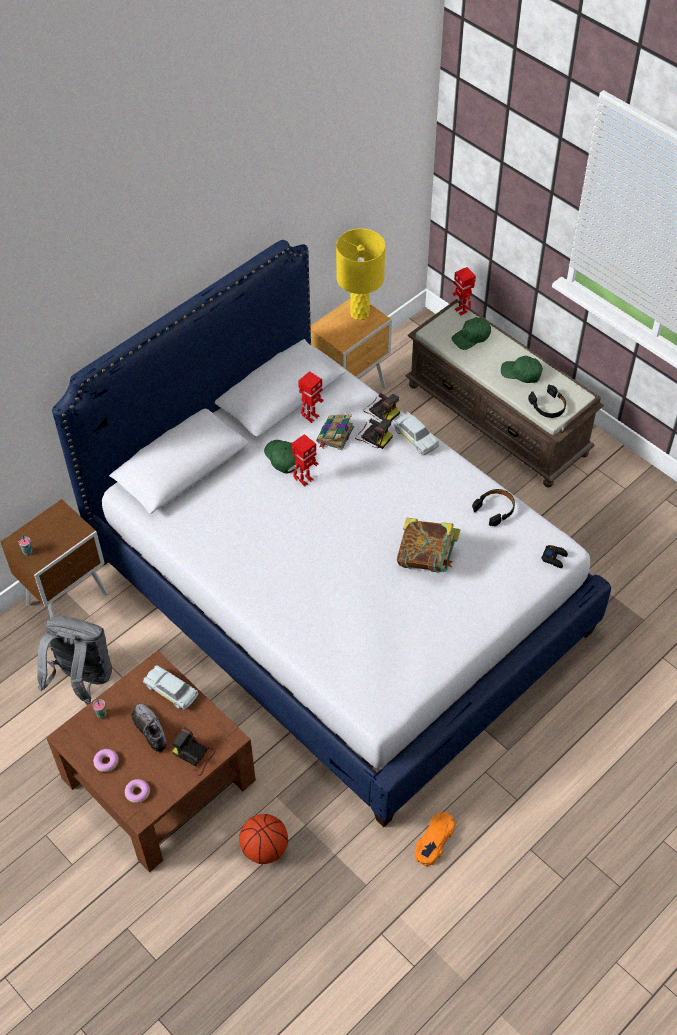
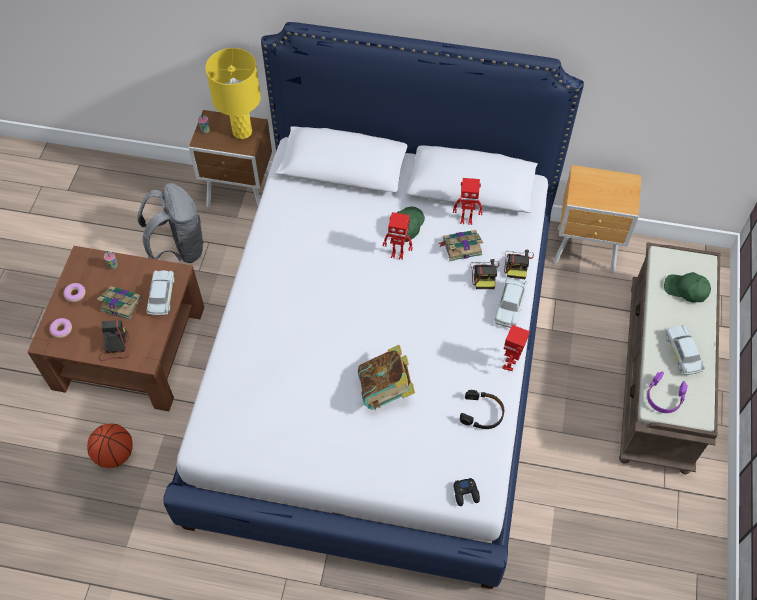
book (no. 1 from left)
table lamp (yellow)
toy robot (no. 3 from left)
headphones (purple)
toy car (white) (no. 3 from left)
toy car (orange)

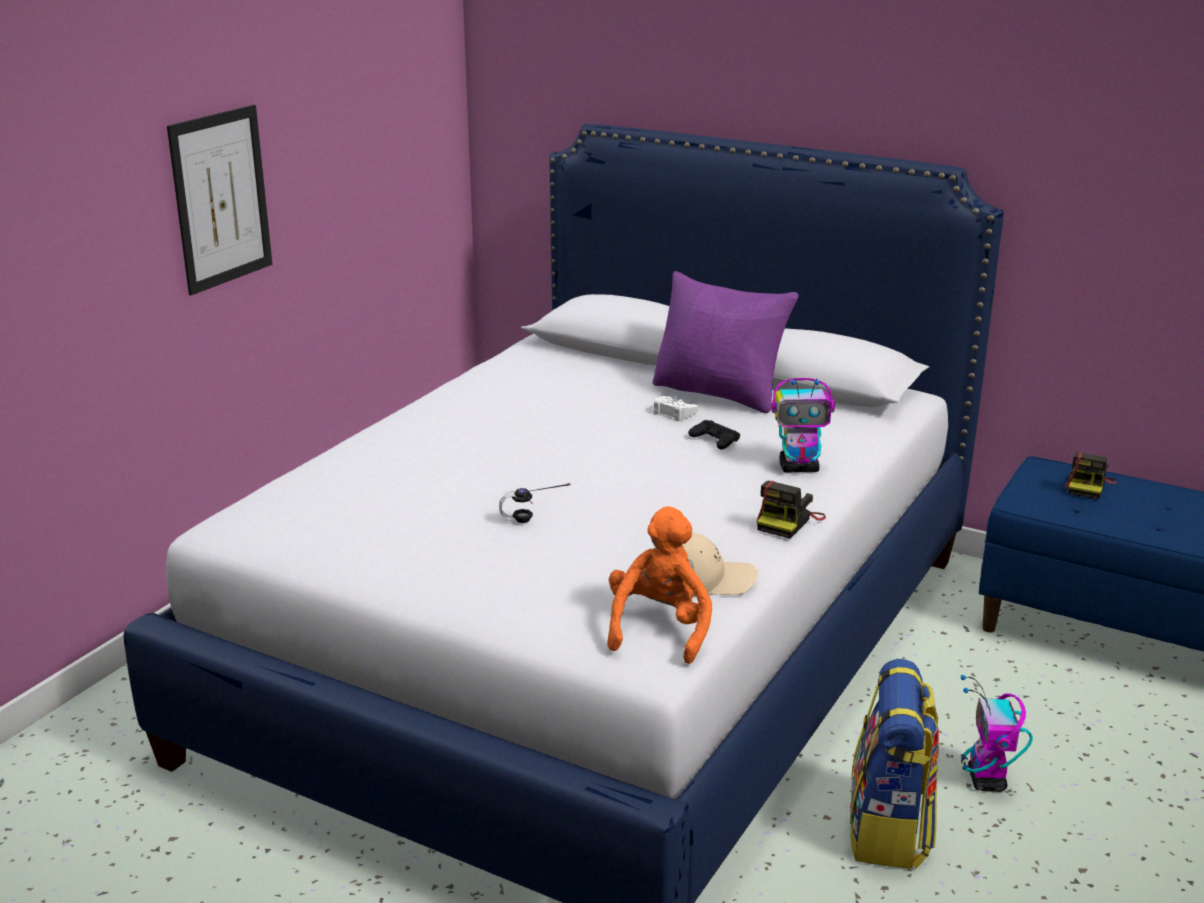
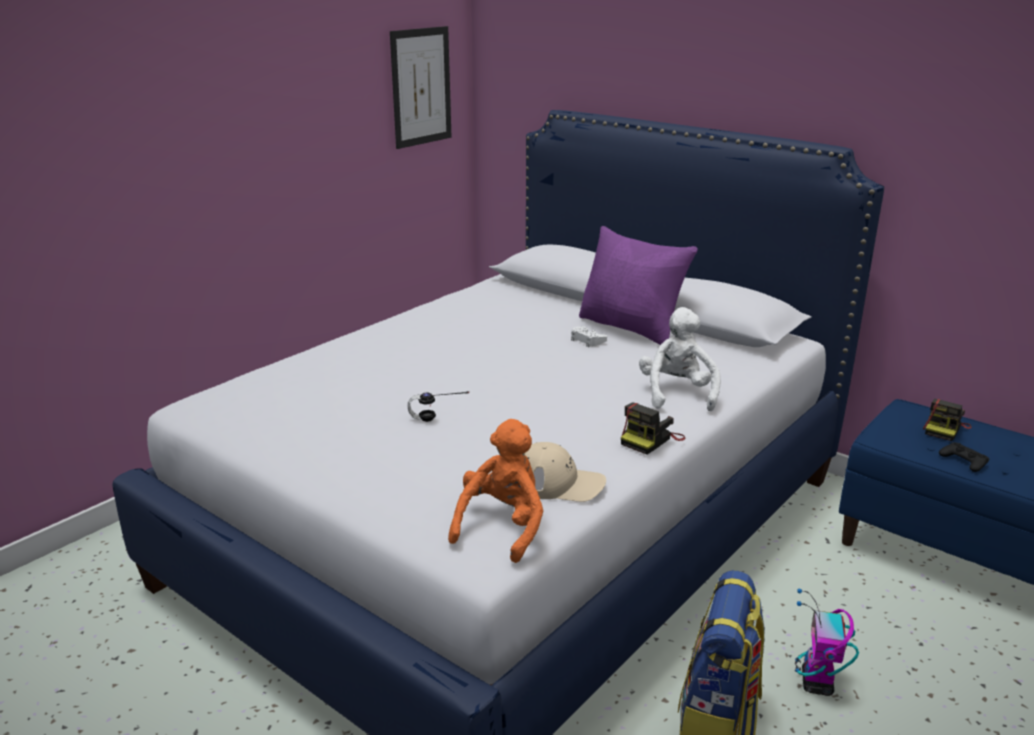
picture
plush toy (white)
game controller (black)

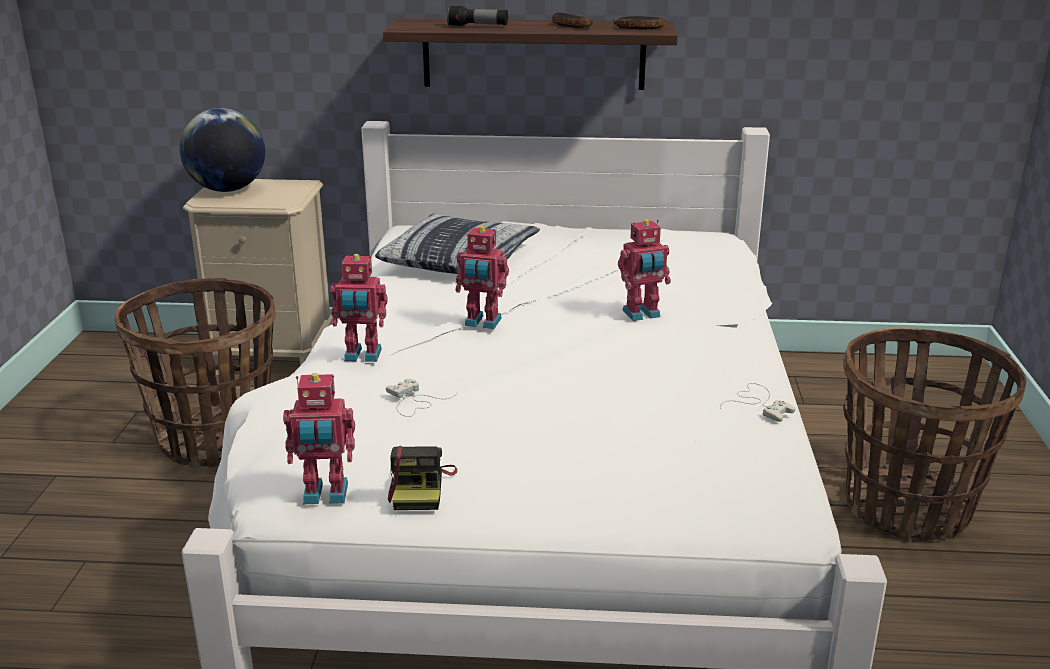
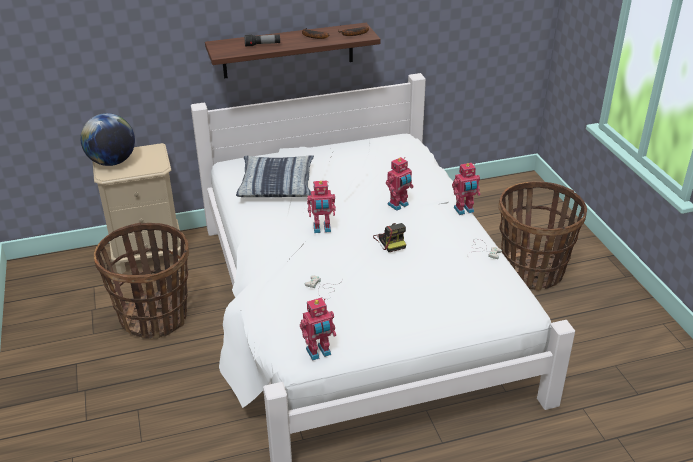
photo camera
toy robot (no. 4 from left)

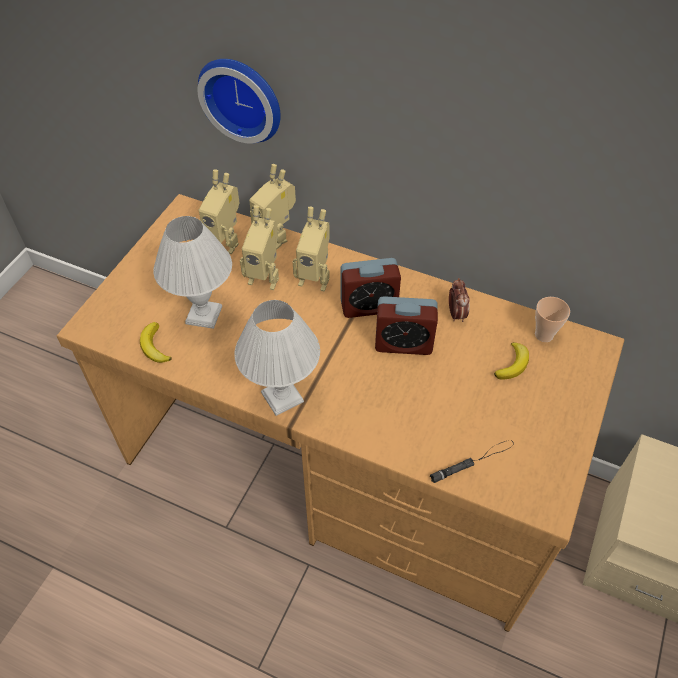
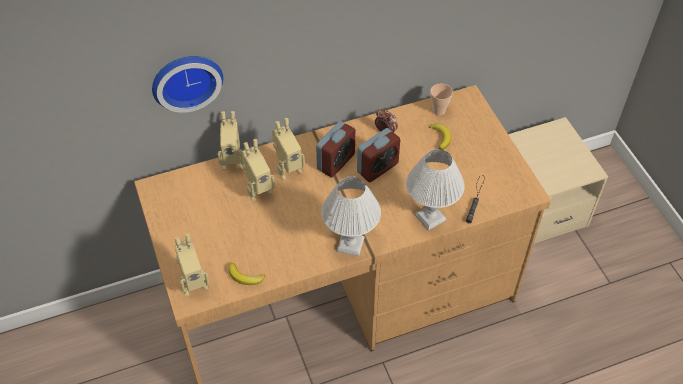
toy robot (no. 1 from left)
table lamp (white) (no. 2 from left)

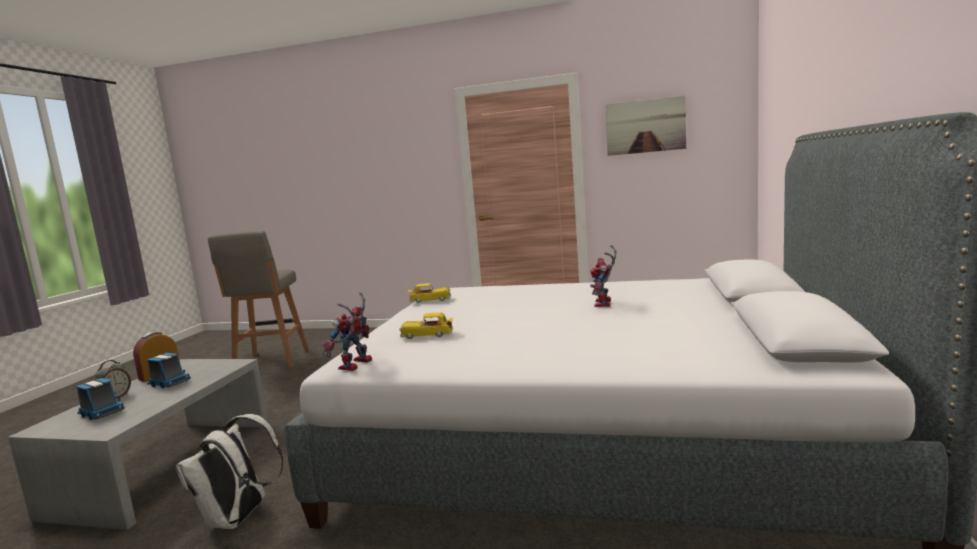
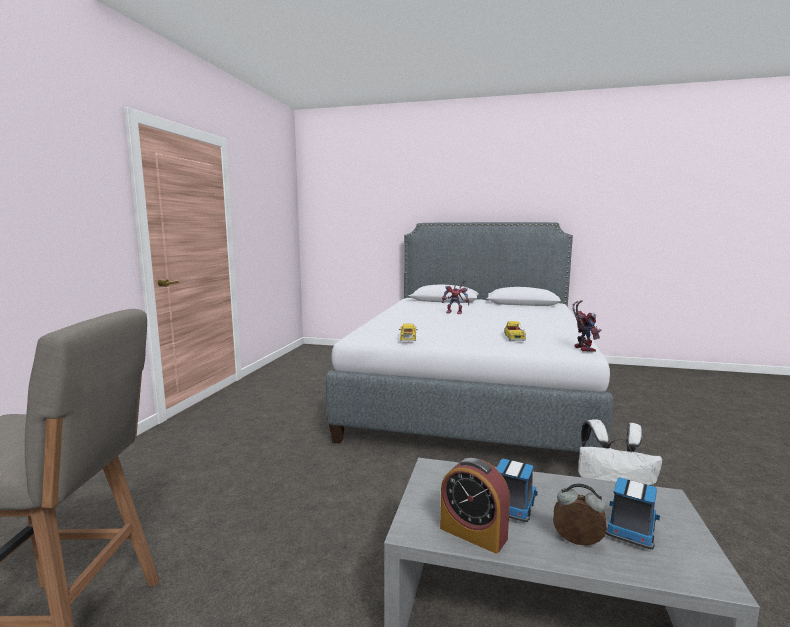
toy robot (no. 2 from left)
picture

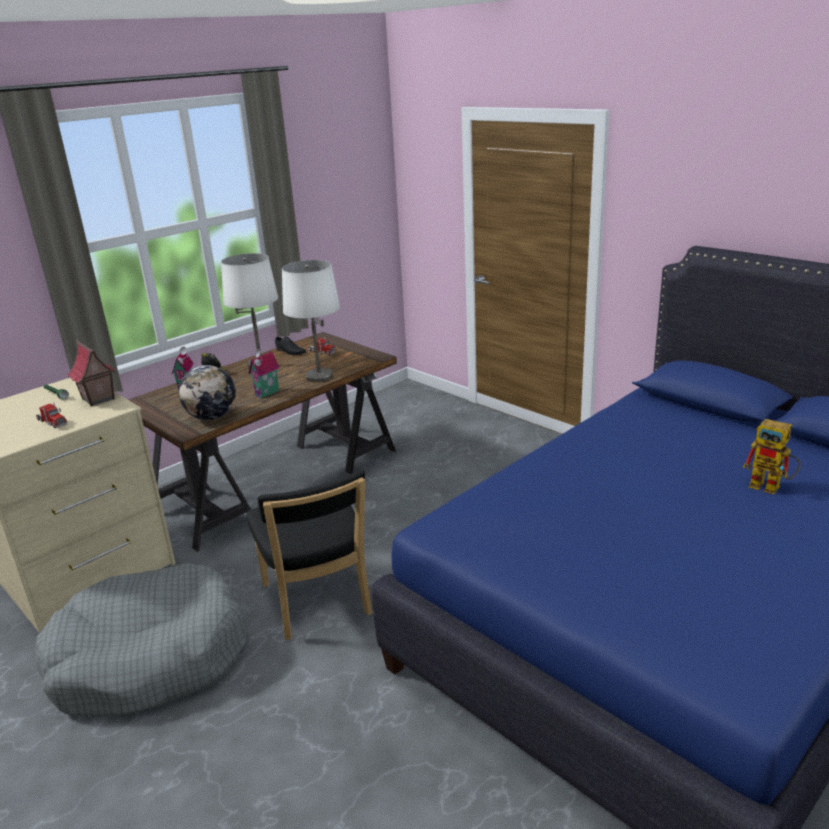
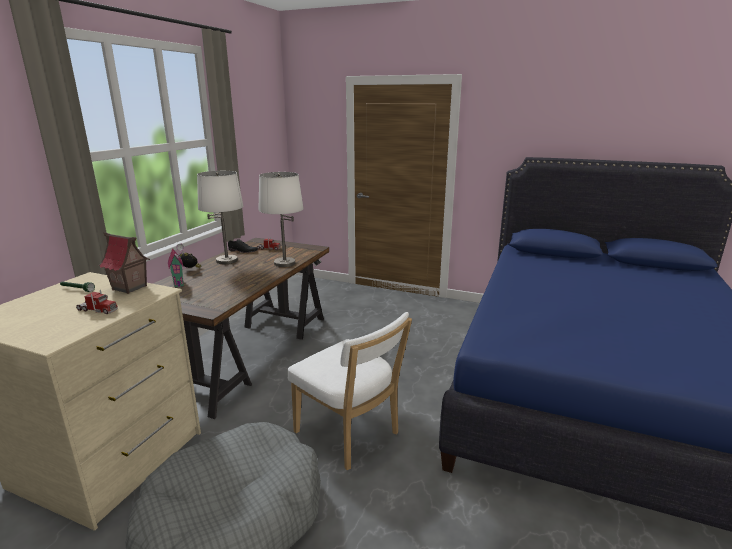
chair (white)
globe
toy house (no. 3 from left in the first image)
toy robot

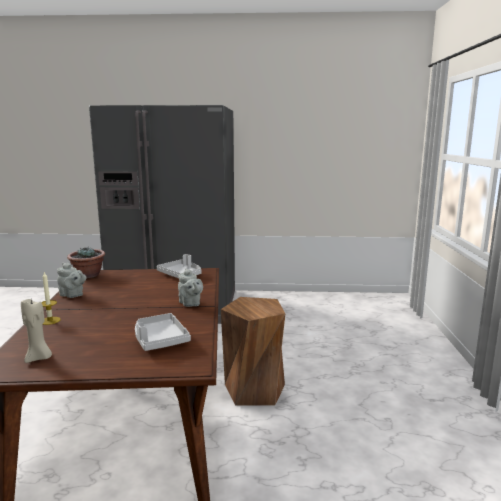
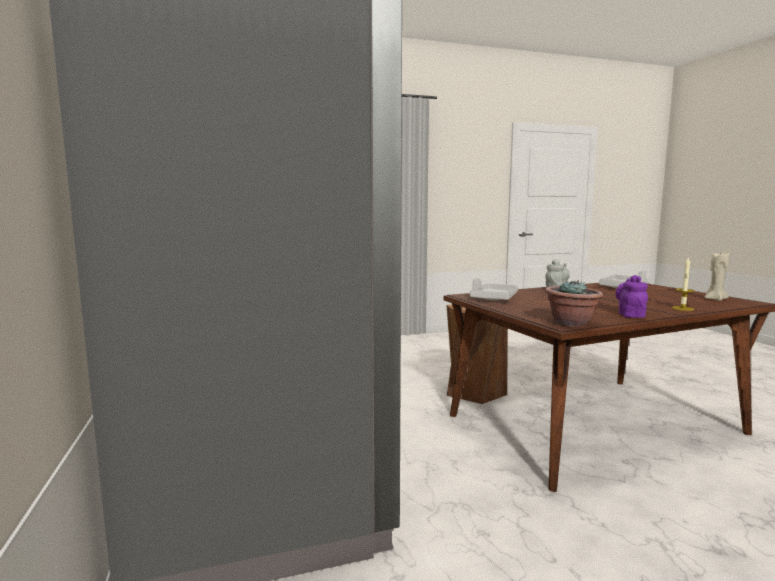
teapot (purple)

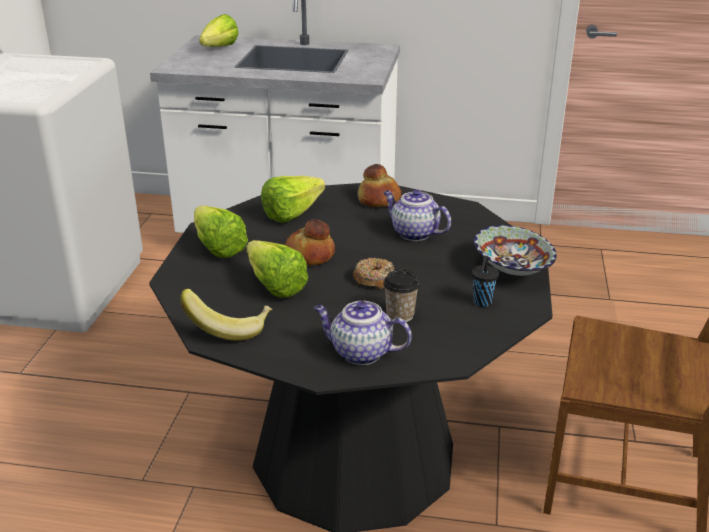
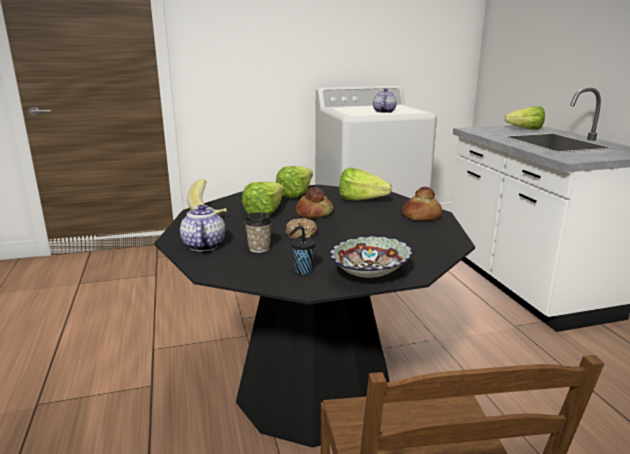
teapot (no. 2 from left)

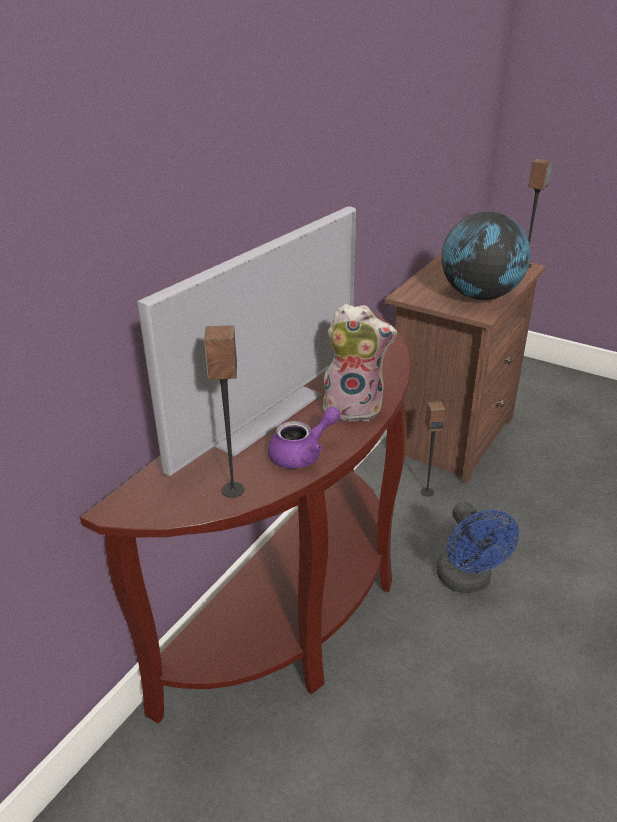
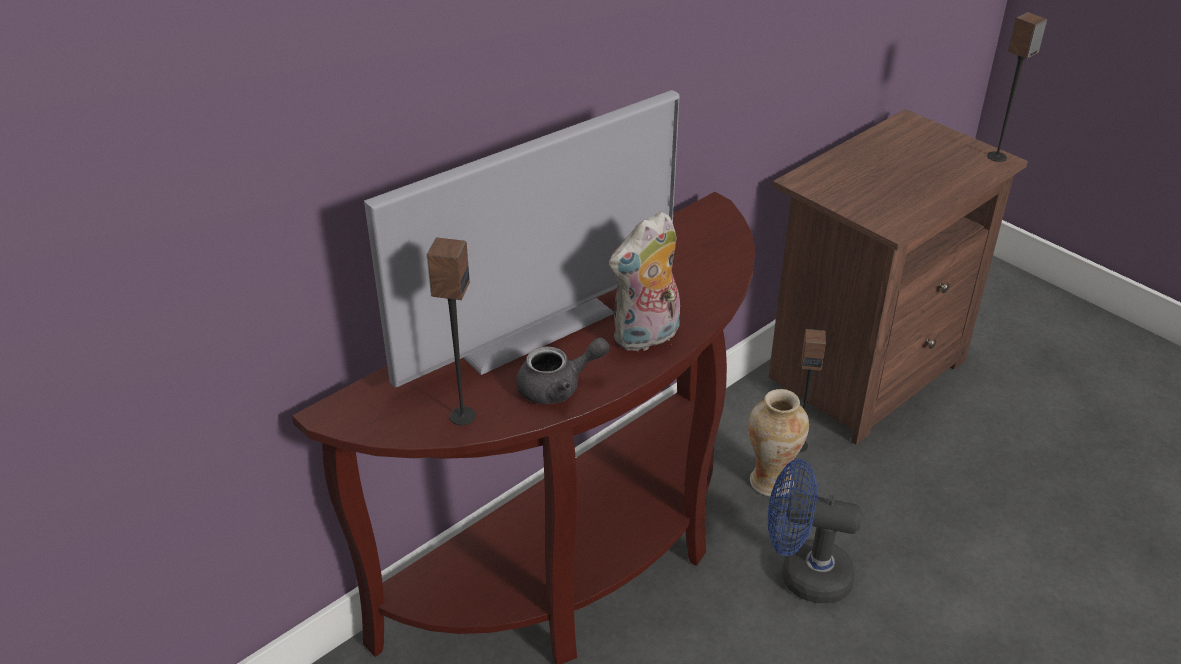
teapot (grey)
plush toy
vase
fan (blue)
globe

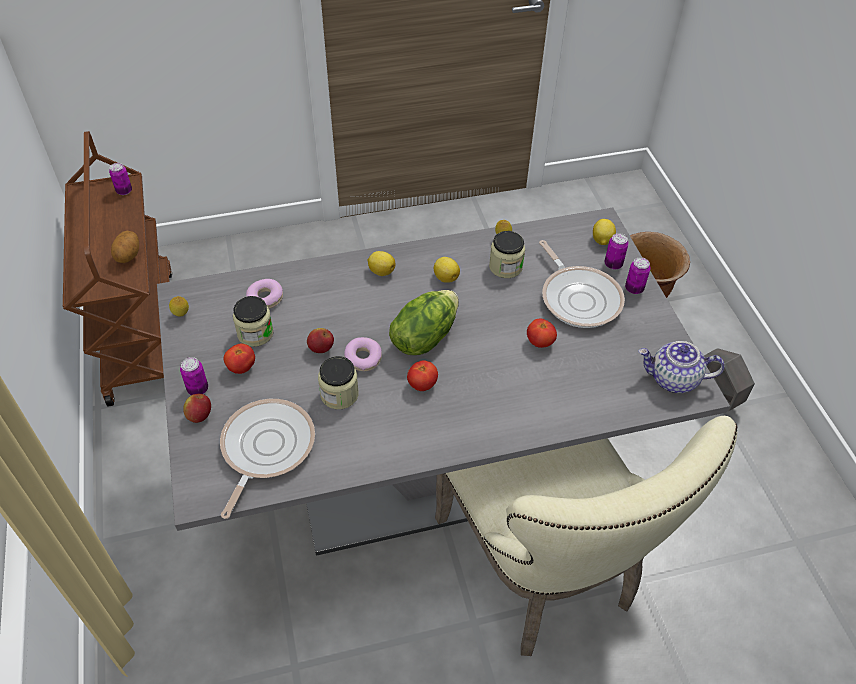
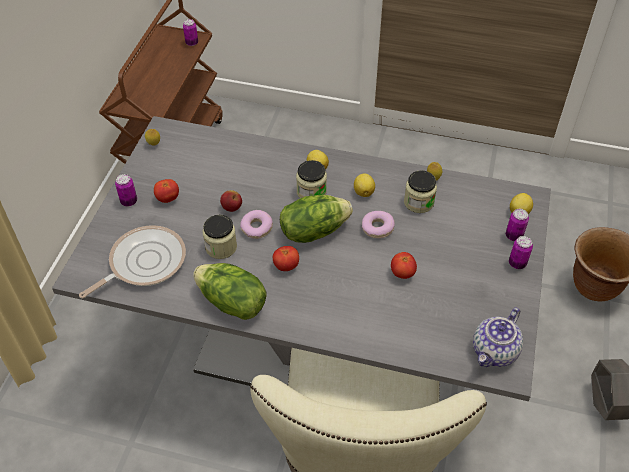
lettuce (no. 1 from left)
jar (no. 2 from left)
donut (no. 2 from left)
teapot
potato
apple (no. 1 from left in the first image)
frying pan (no. 2 from left in the first image)

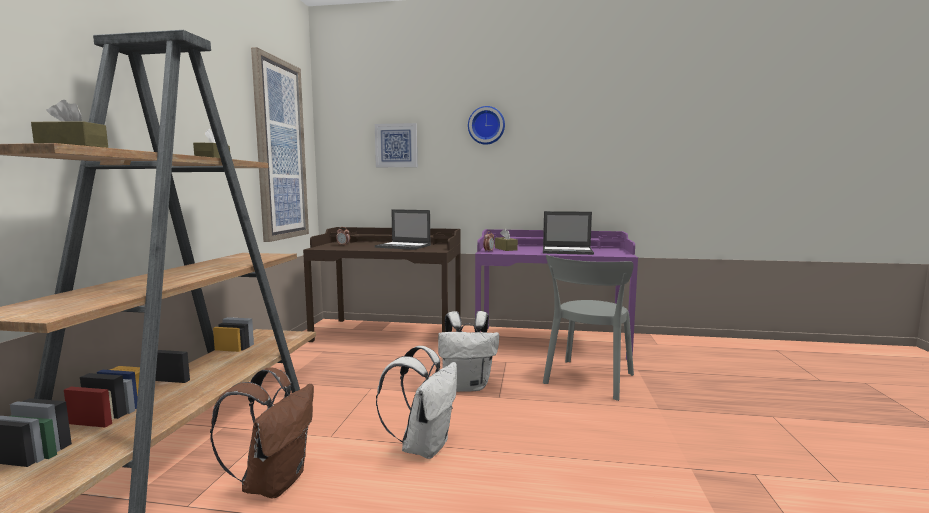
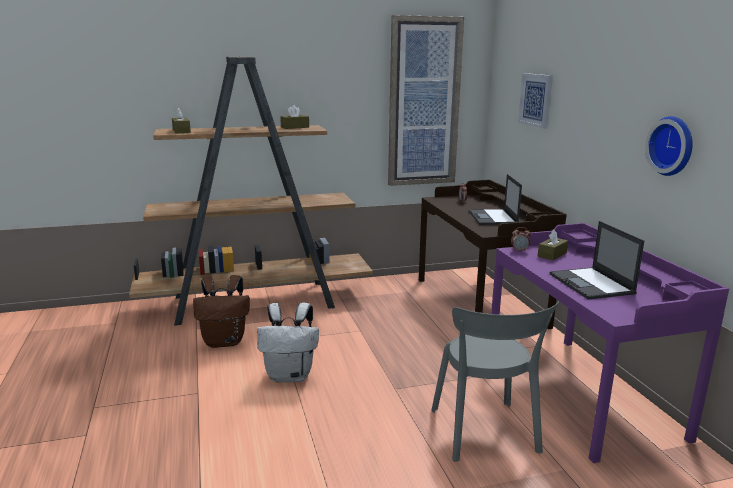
chair (grey)
wall clock
backpack (white) (no. 2 from left in the first image)

